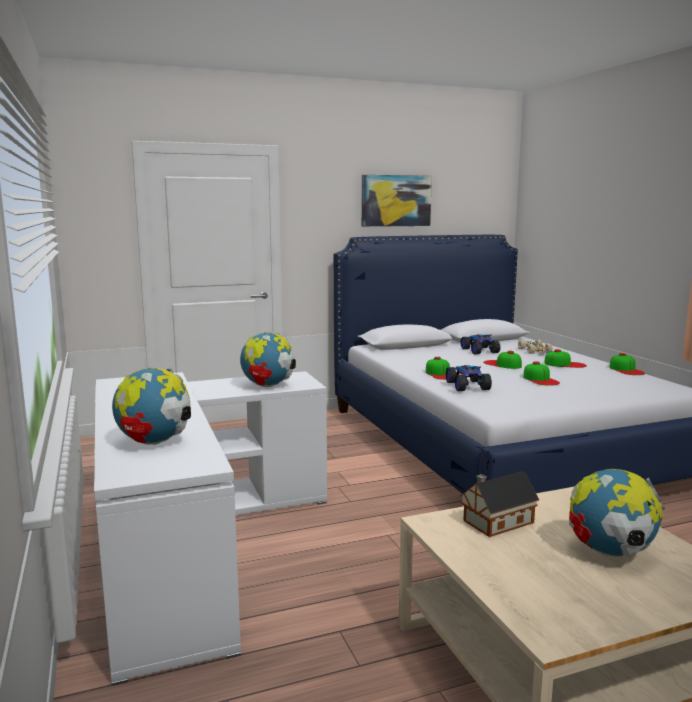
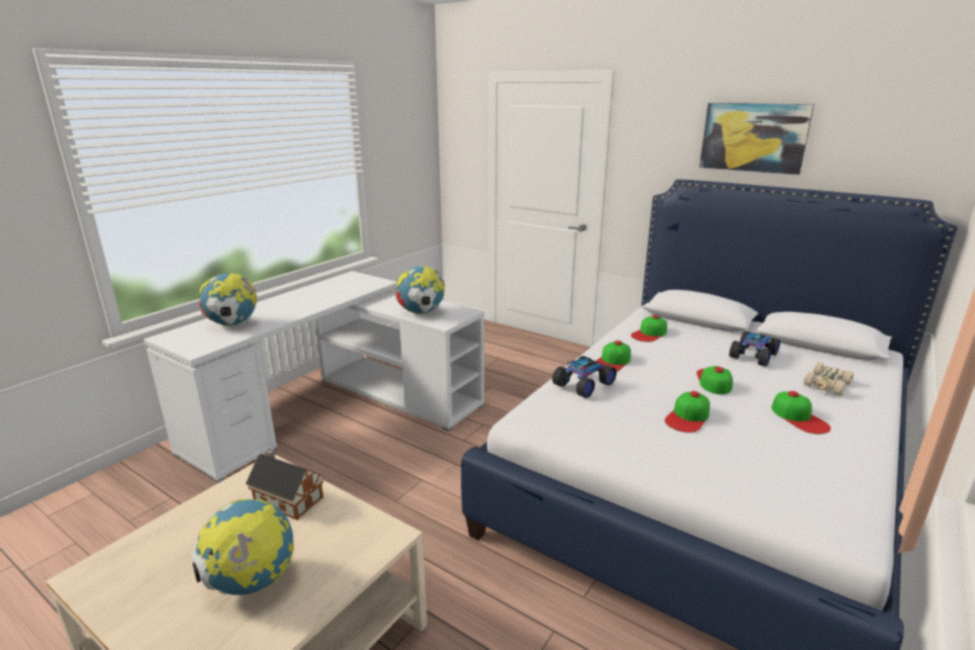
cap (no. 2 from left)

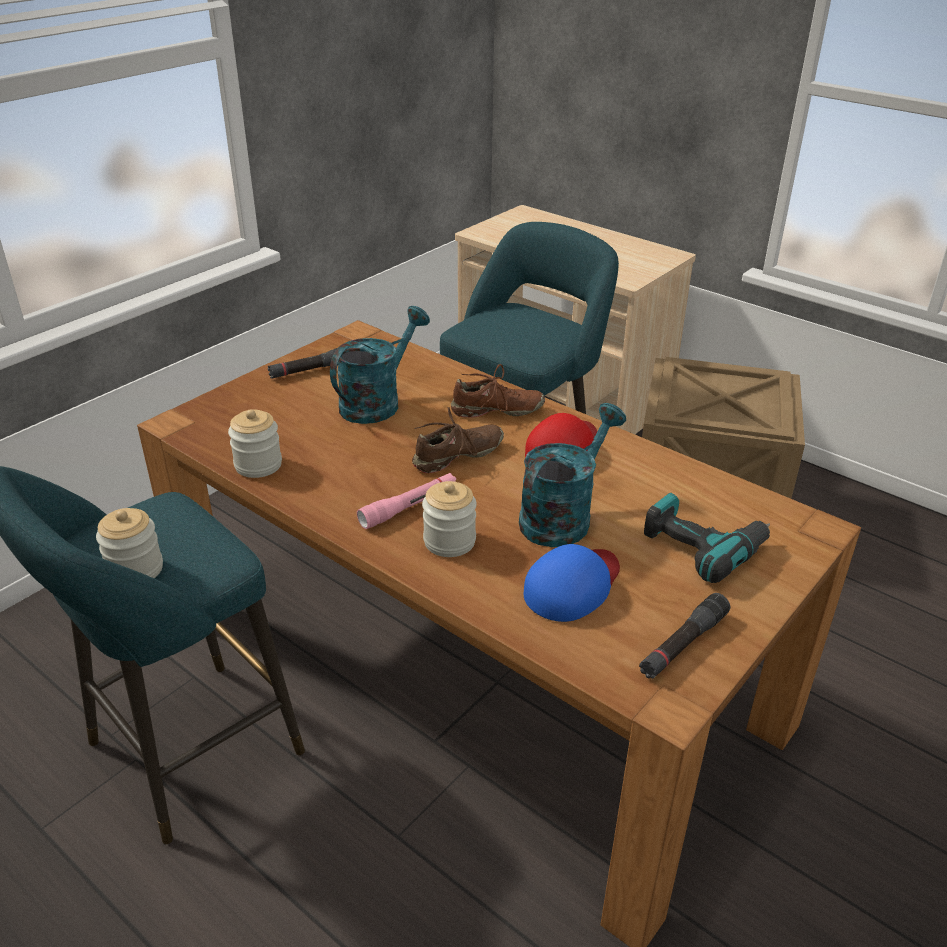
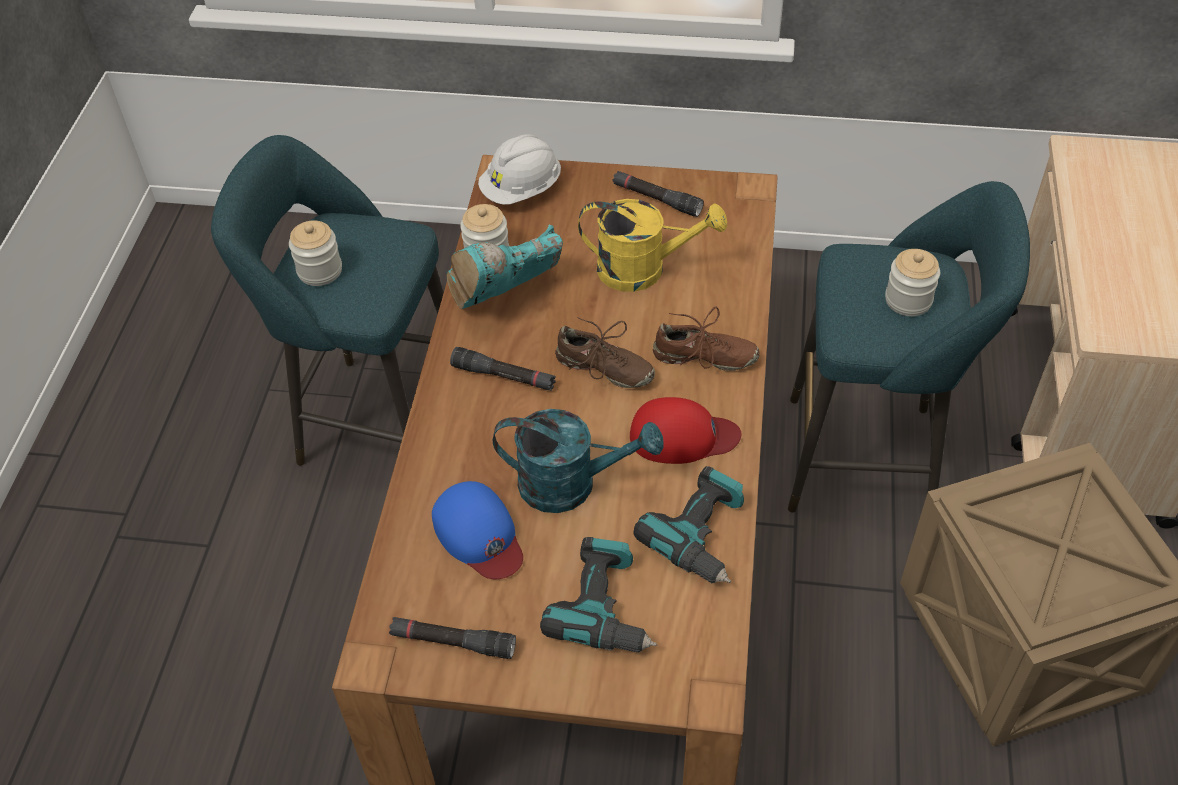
cap (blue)
boot (turquoise)
flashlight (black) (no. 2 from left)
hard hat (white)
watering can (yellow)
power drill (no. 2 from left)
shoe (brown) (no. 2 from left)
jar (no. 3 from left)

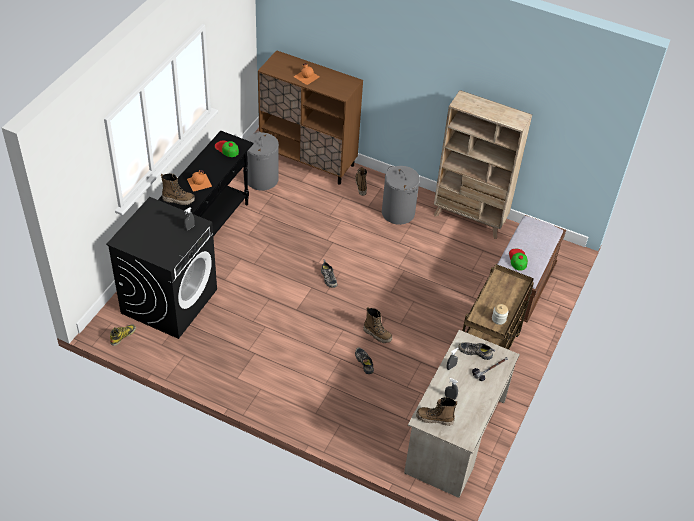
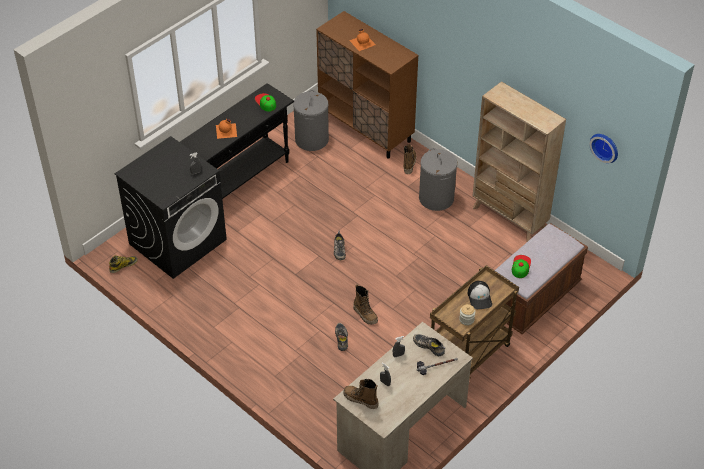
cap (no. 2 from left)
wall clock
boot (no. 2 from left in the first image)

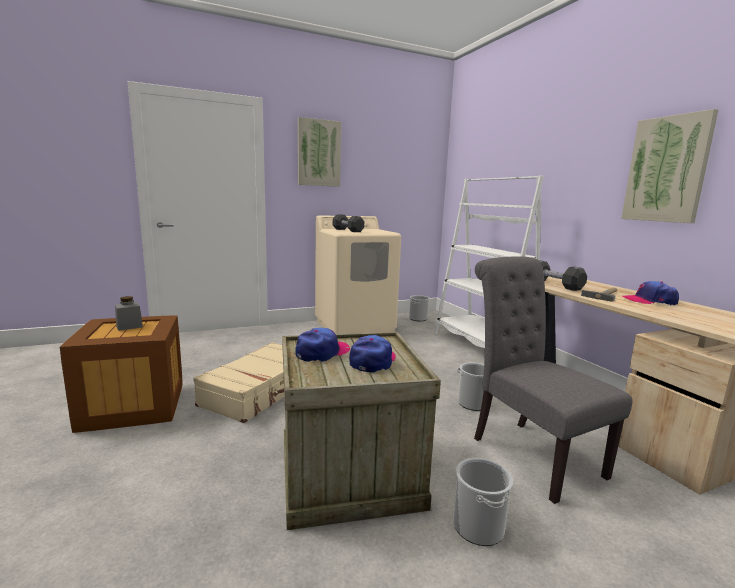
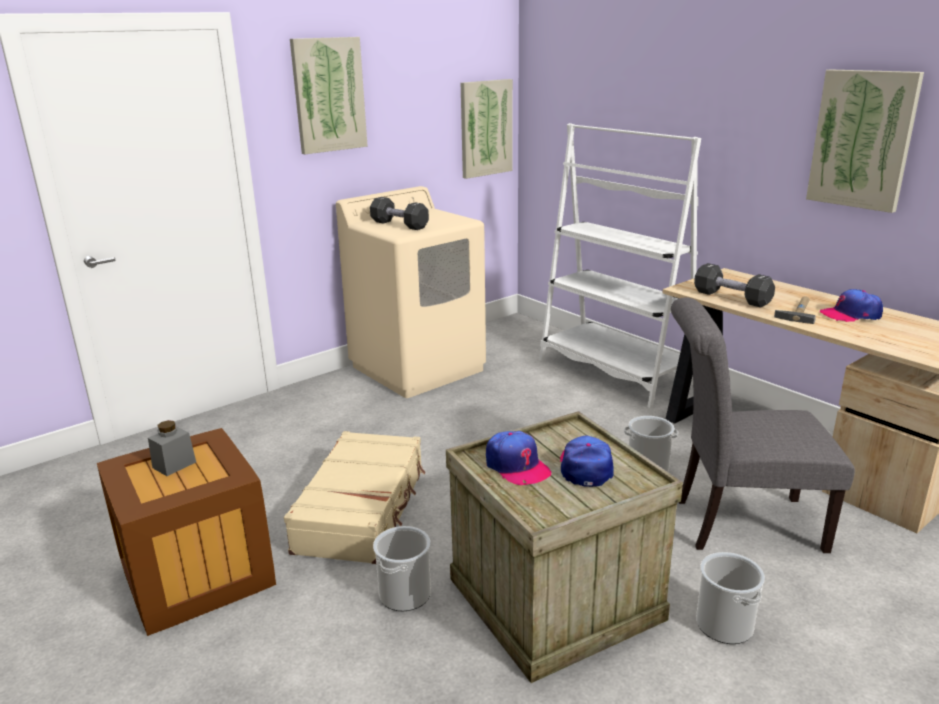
bucket (no. 1 from left)
picture (no. 2 from left)
cap (no. 1 from left)
chair (grey)

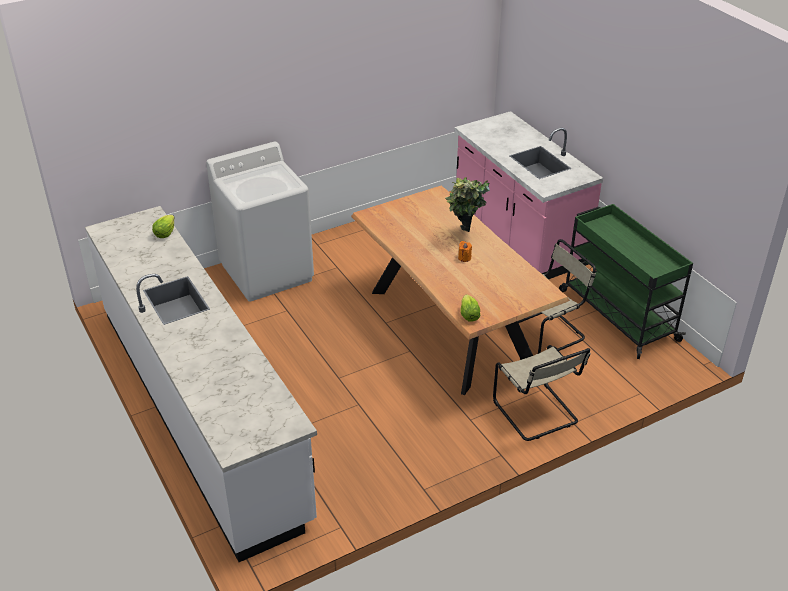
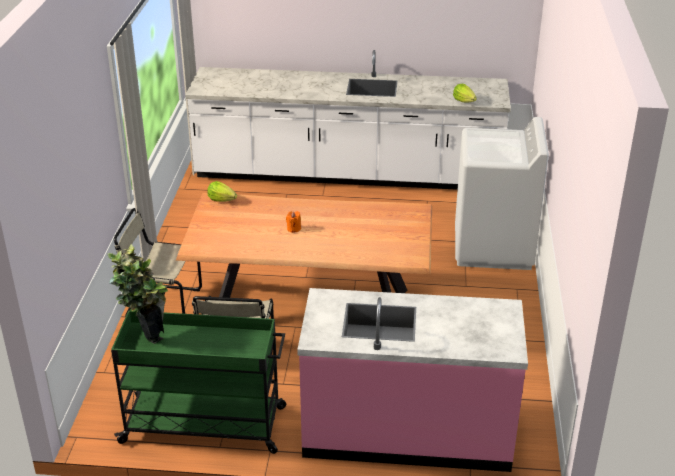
potted plant

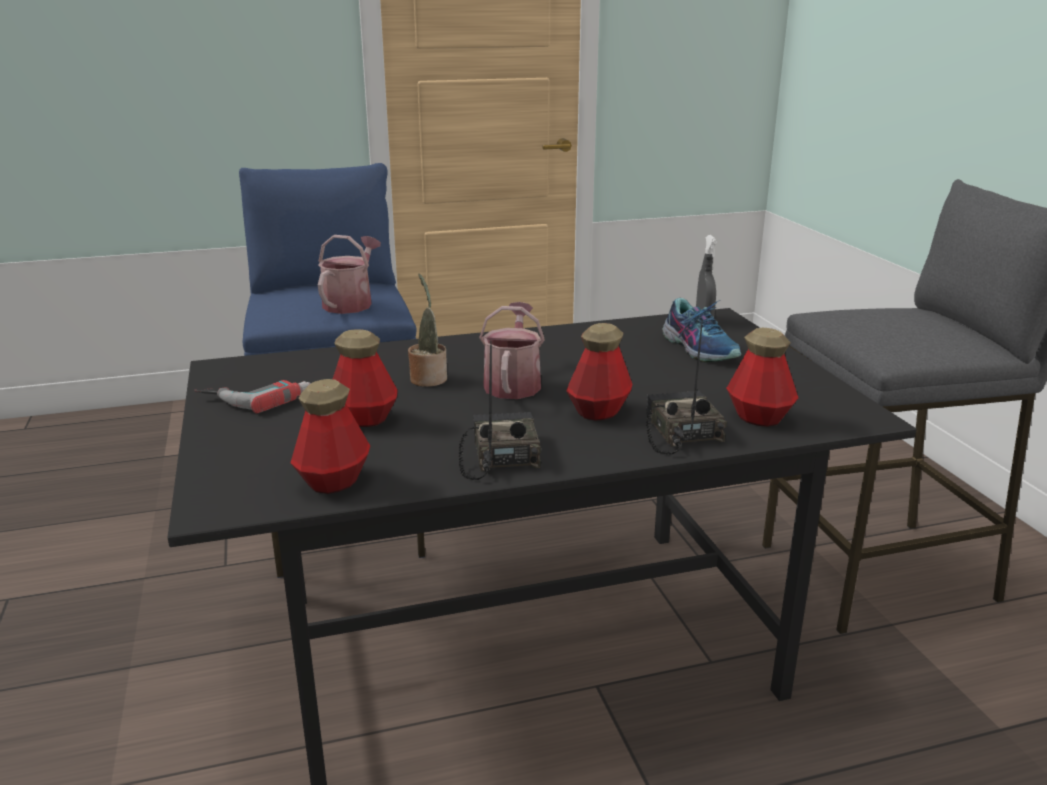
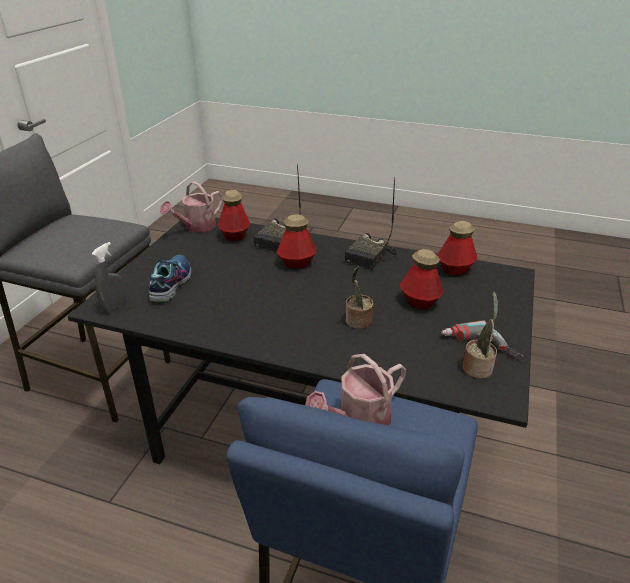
watering can (no. 1 from left)
potted plant (no. 2 from left)

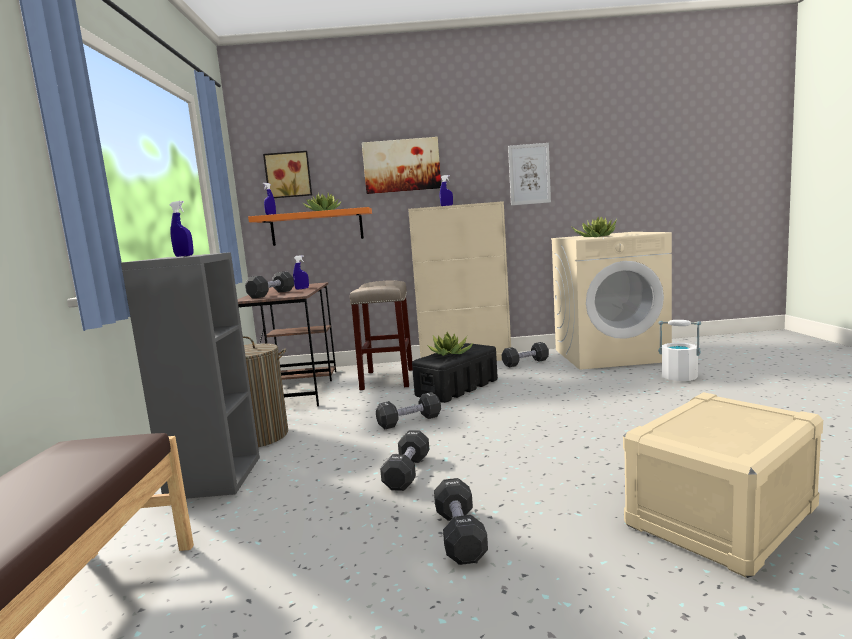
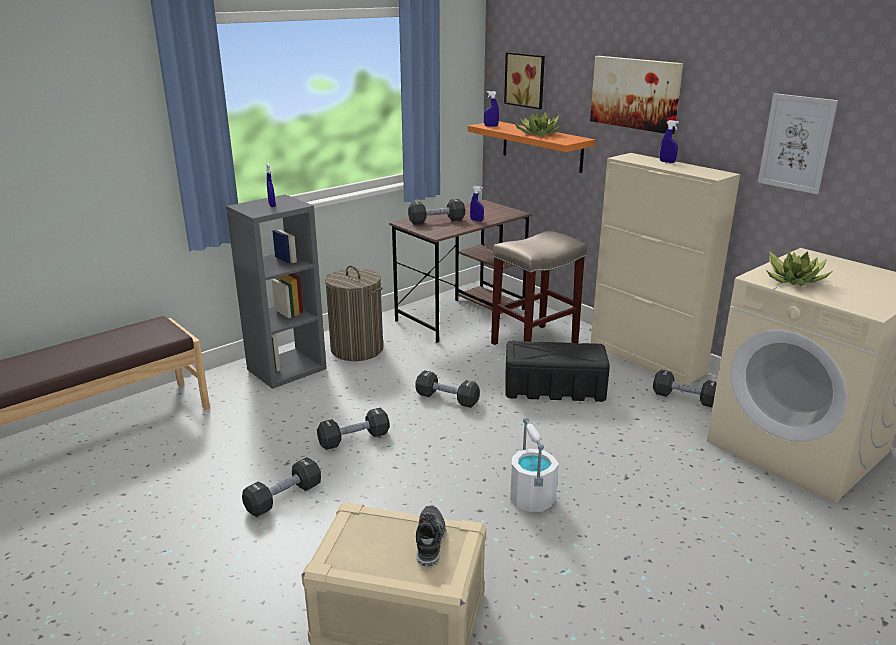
shoe
bucket (white)
potted plant (no. 2 from left in the first image)

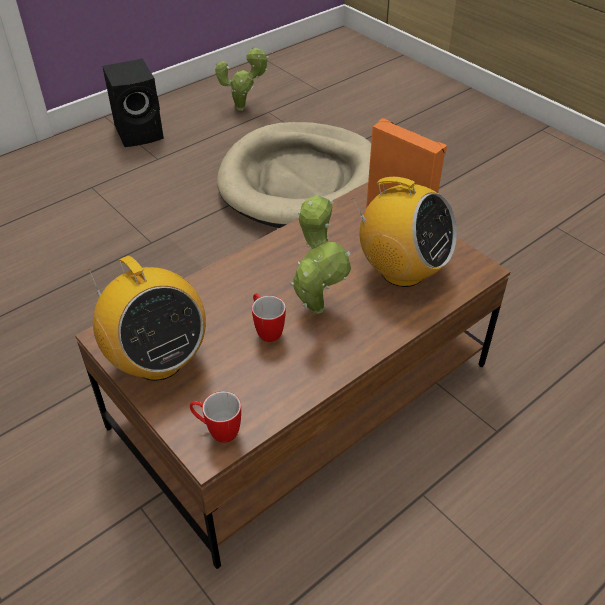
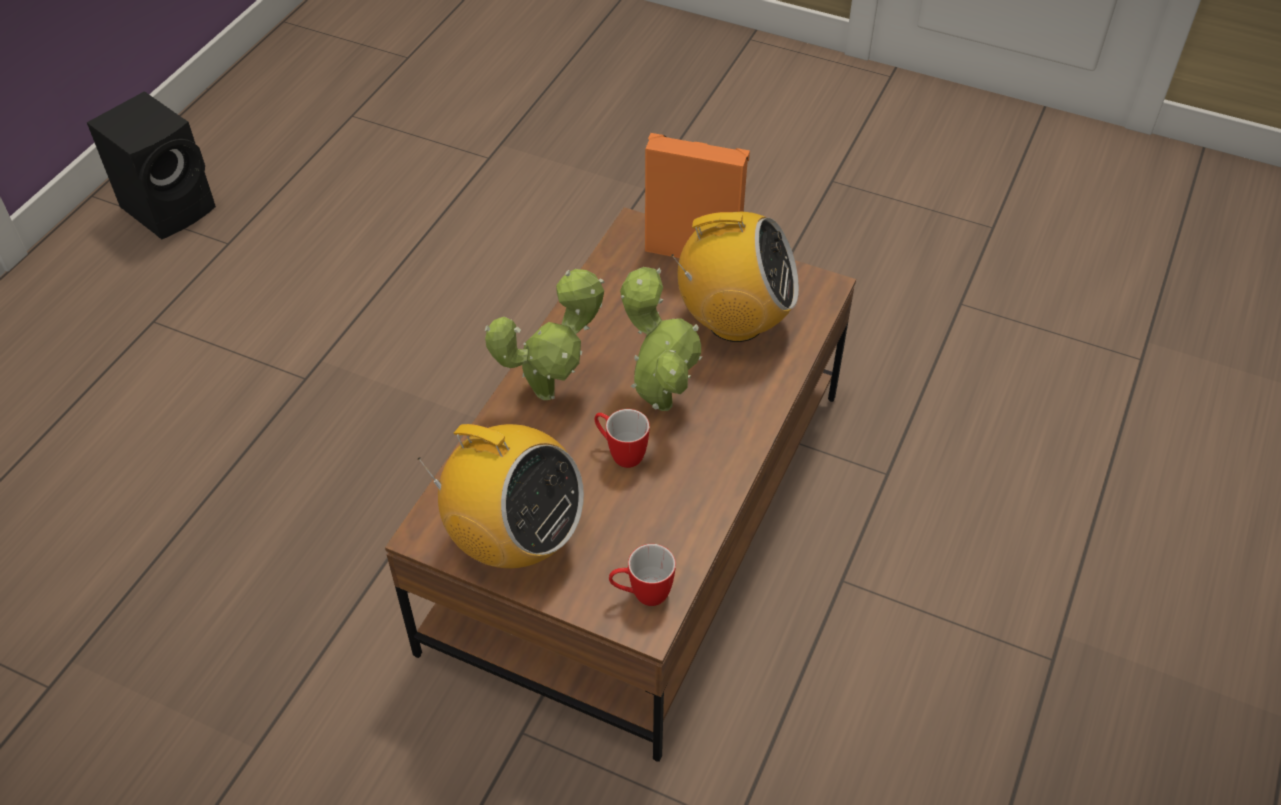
potted plant (no. 1 from left)
dog bed (beige)

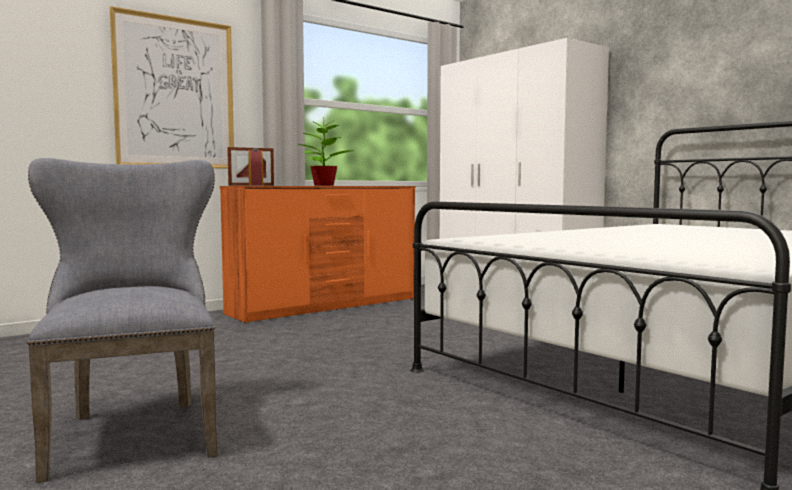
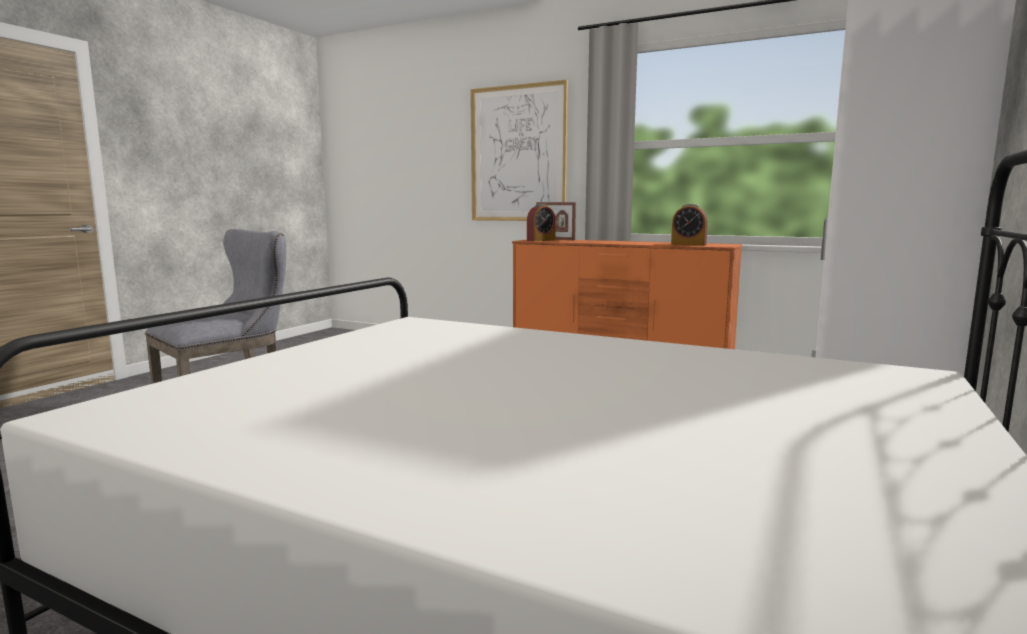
alarm clock (no. 2 from left)
potted plant

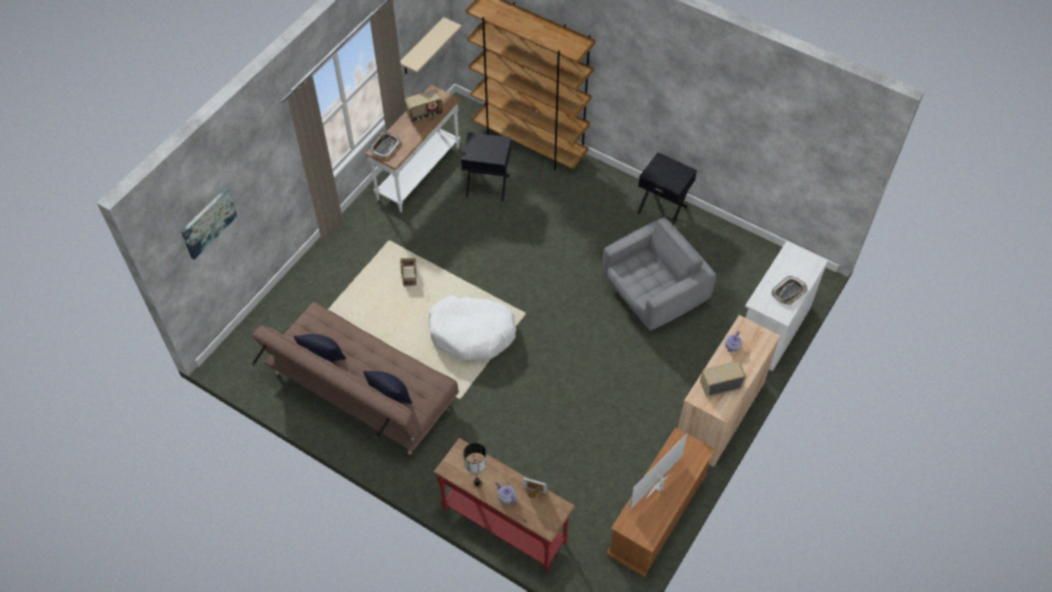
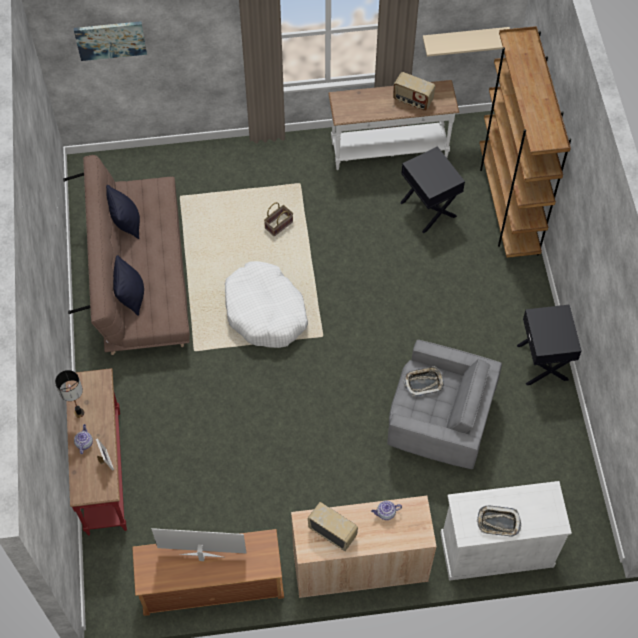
tray (no. 1 from left)

